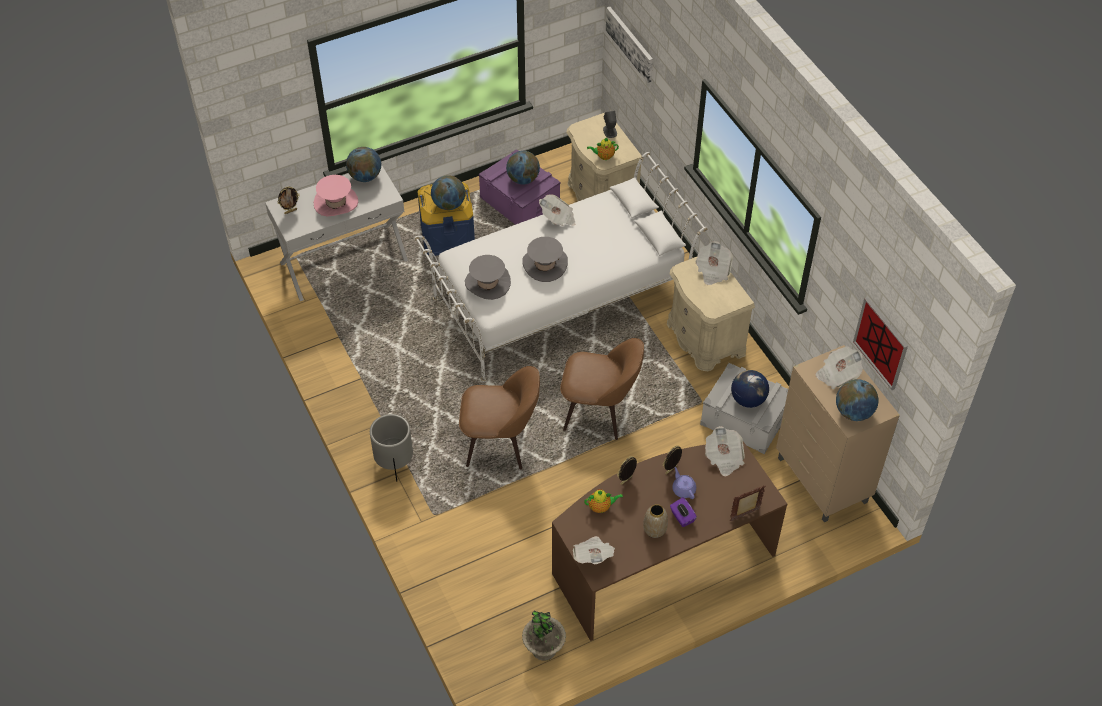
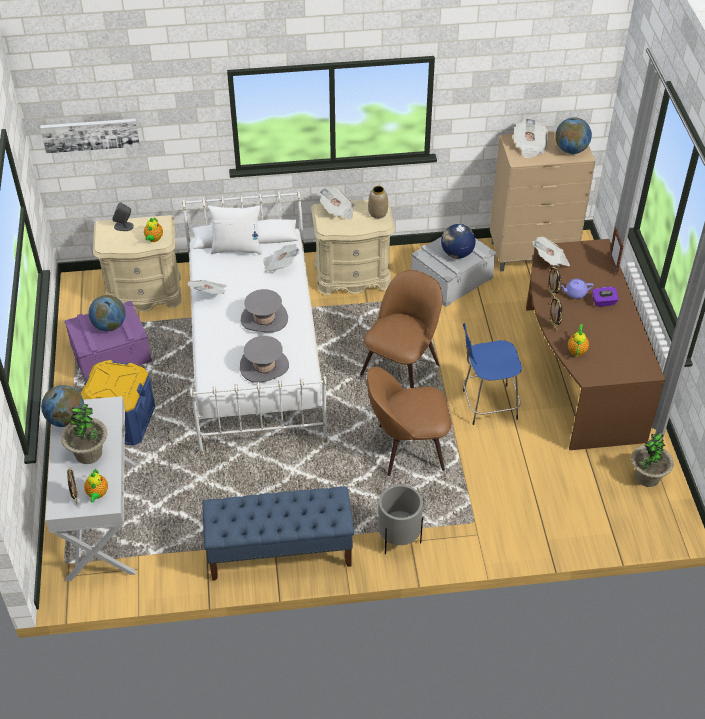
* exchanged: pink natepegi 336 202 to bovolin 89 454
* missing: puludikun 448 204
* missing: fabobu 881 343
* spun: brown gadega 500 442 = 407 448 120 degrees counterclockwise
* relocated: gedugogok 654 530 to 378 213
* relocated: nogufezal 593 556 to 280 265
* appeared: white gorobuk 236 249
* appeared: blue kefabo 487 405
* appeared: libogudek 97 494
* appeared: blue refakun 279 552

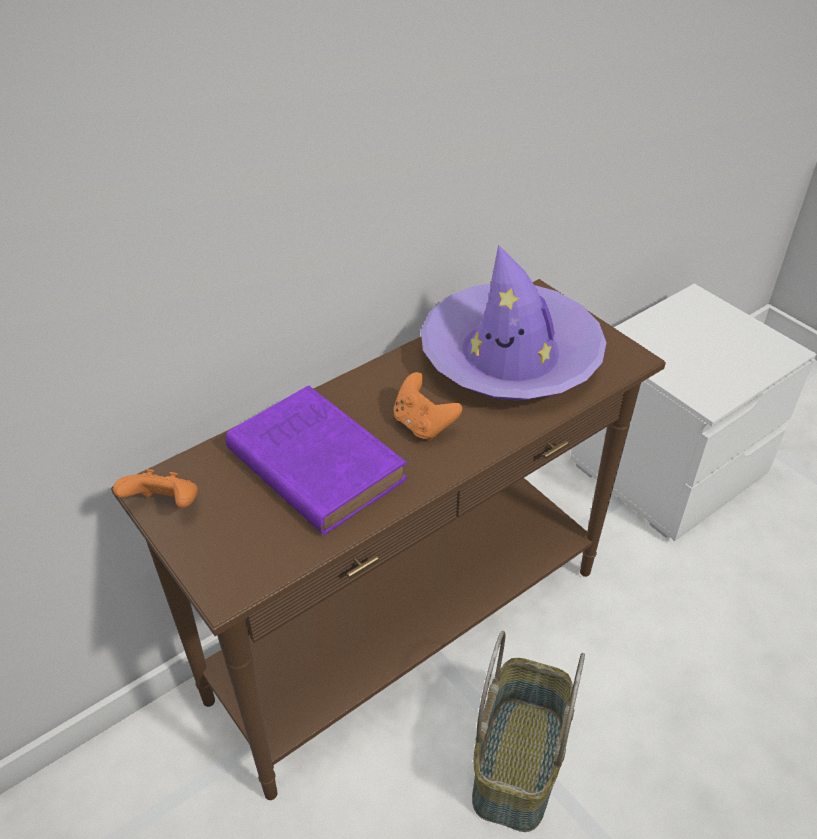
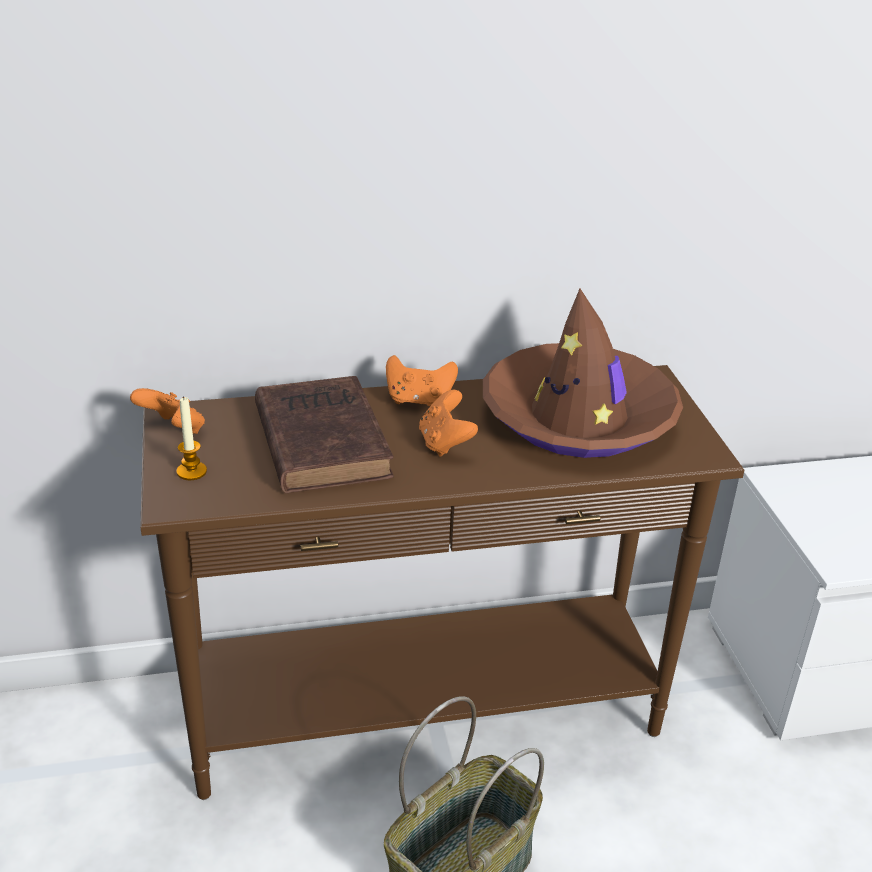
* colour: purple natepegi 511 357 to brown natepegi 579 417
* colour: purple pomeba 313 462 to brown pomeba 321 440
* appeared: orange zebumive 419 401
* appeared: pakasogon 191 471

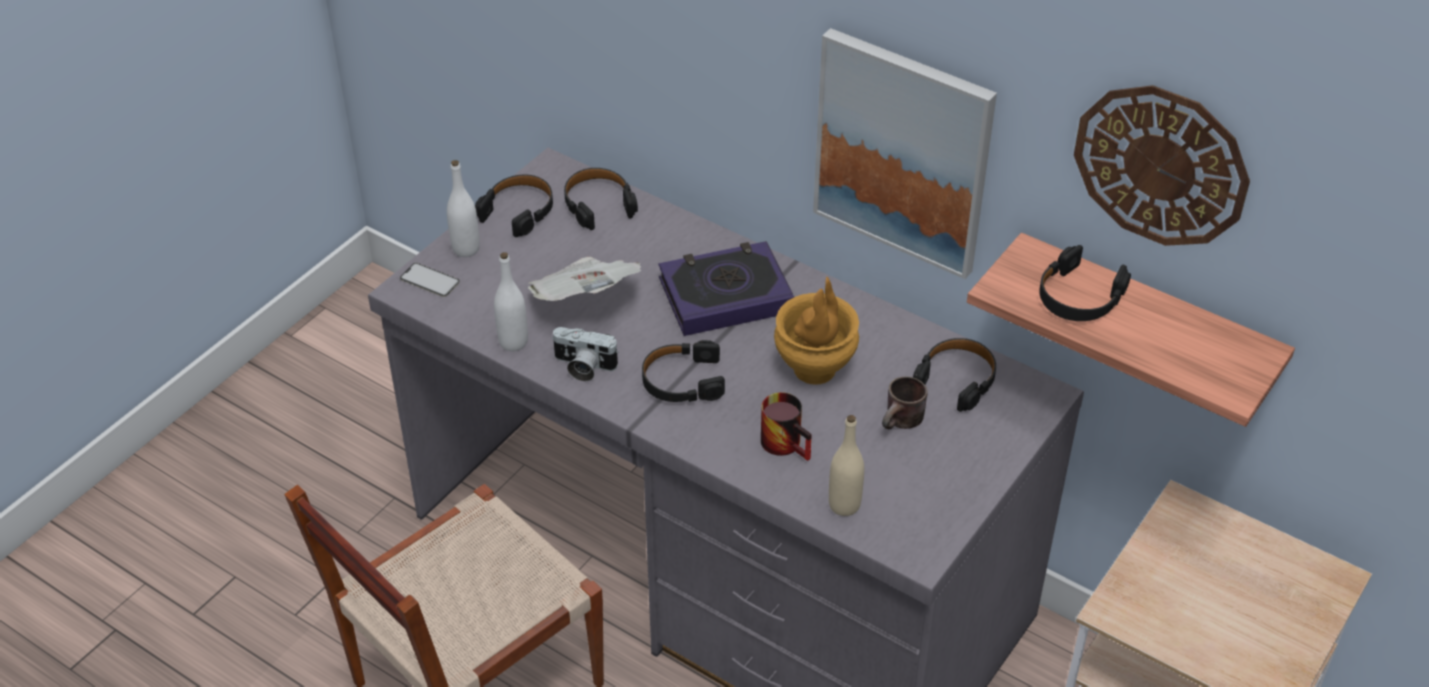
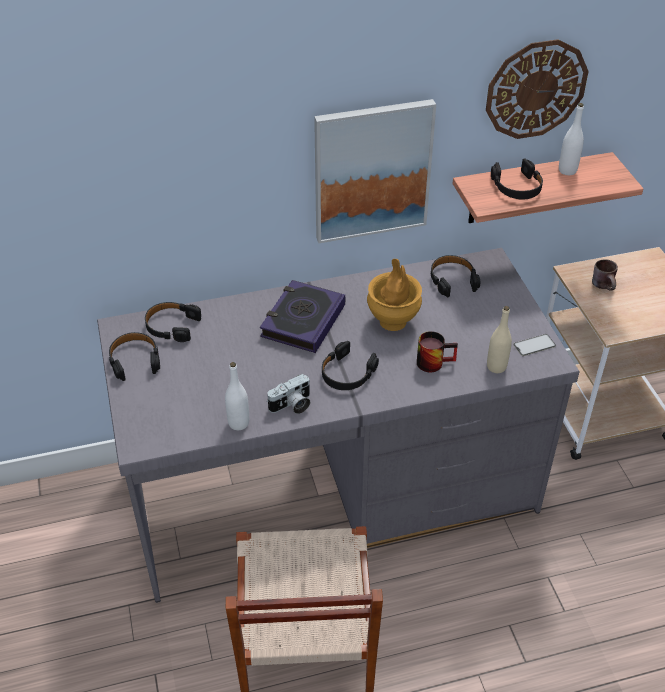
* relocated: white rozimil 466 249 to 567 170
* missing: nogufezal 585 300
* relocated: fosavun 429 280 to 534 345
* relocated: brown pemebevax 903 423 to 605 286

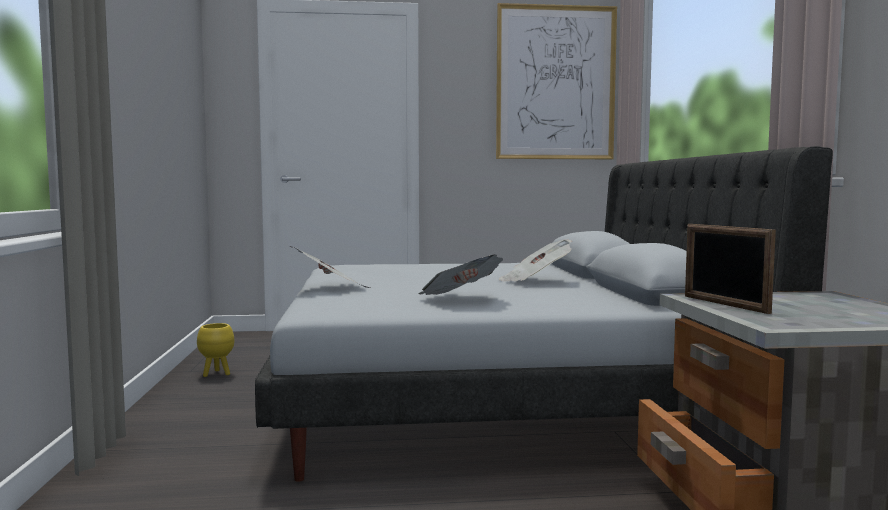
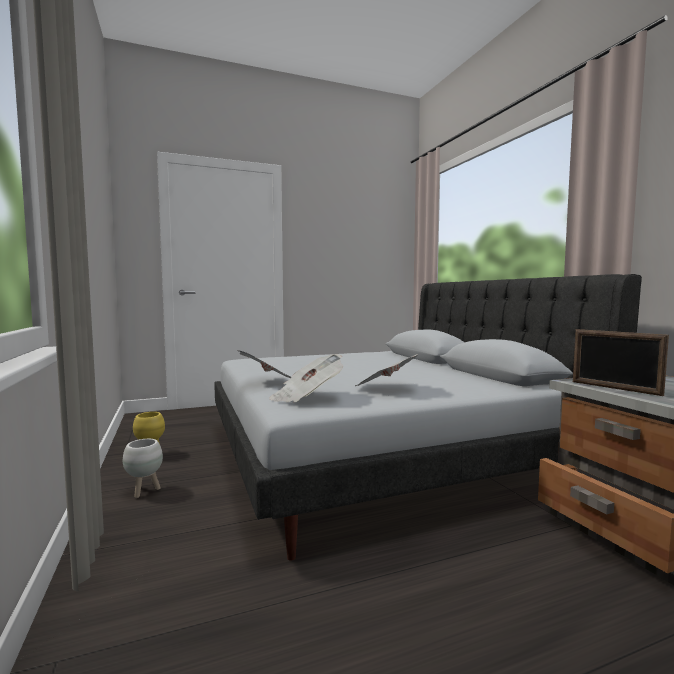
* missing: fabobu 555 83
* relocated: nogufezal 535 280 to 306 397
* appeared: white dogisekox 144 491

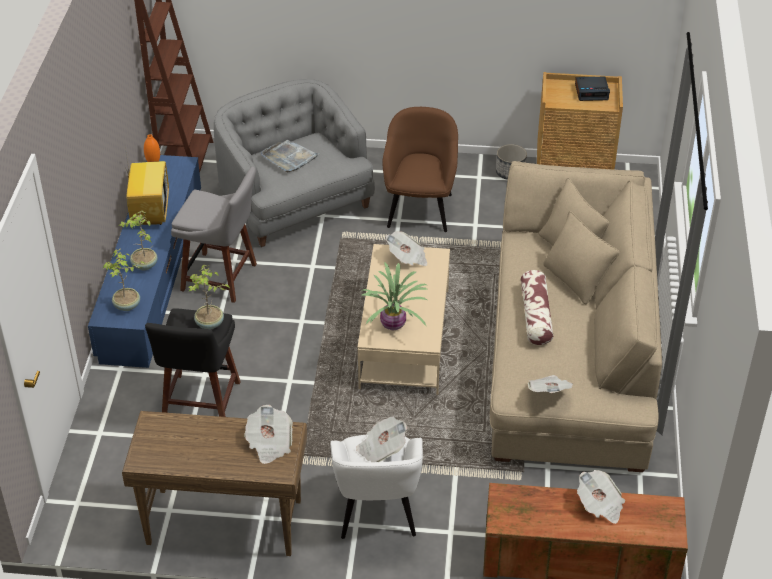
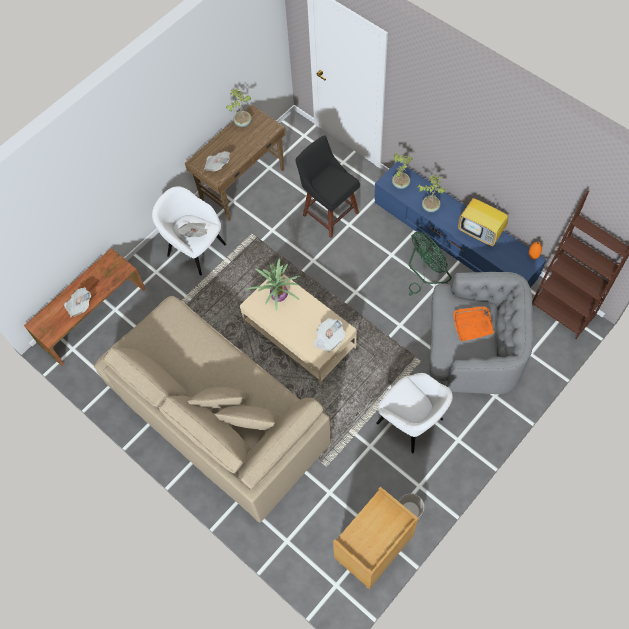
* missing: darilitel 592 92
* colour: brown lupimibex 420 209 to white lupimibex 411 422
* colour: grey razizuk 289 157 to orange razizuk 472 324
* exchanged: grey kefabo 222 278 to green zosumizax 424 272
* relocated: bovolin 209 324 to 242 122
* missing: gorobuk 535 316
* missing: nogufezal 549 393

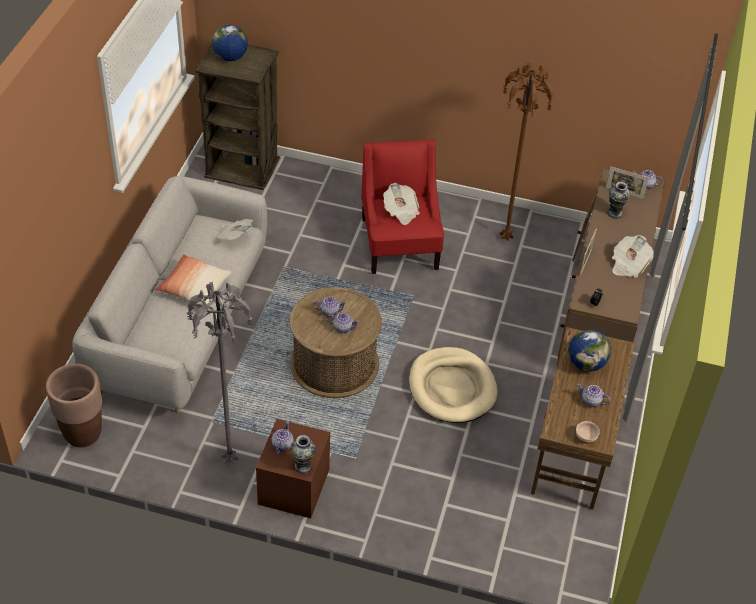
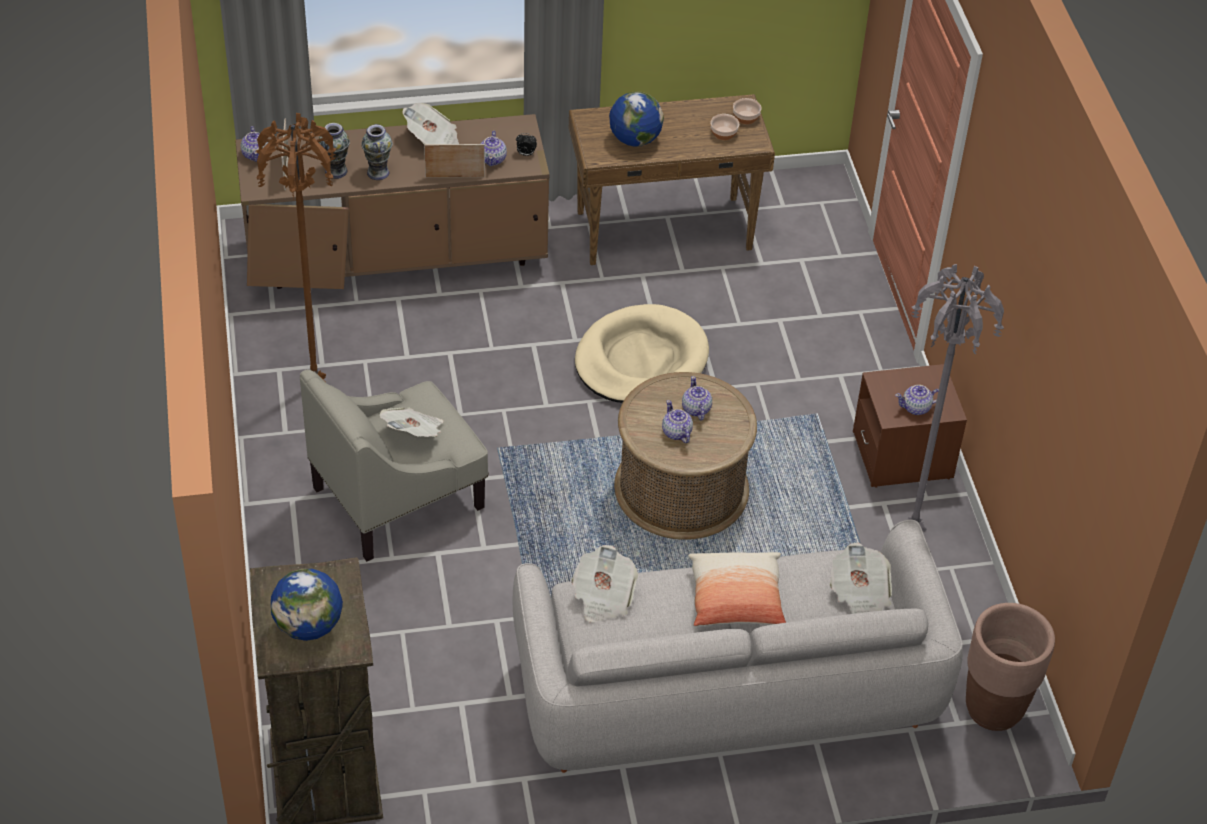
* colour: red lupimibex 400 244 to grey lupimibex 399 497
* relocated: libogudek 591 401 to 493 159
* relocated: gedugogok 303 466 to 377 172
* appeared: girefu 724 133
* appeared: nogufezal 859 594

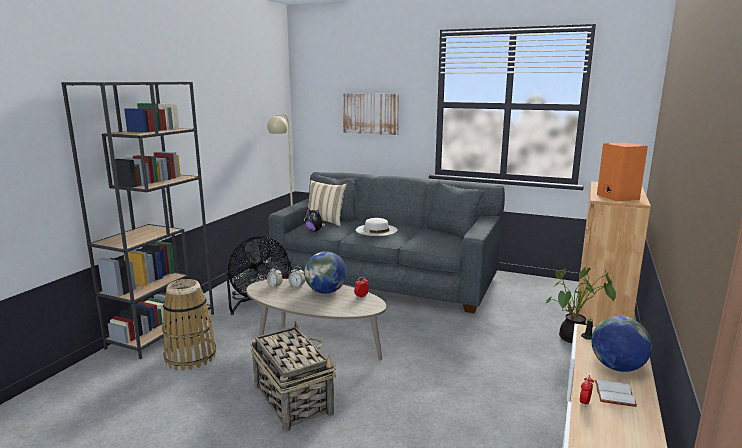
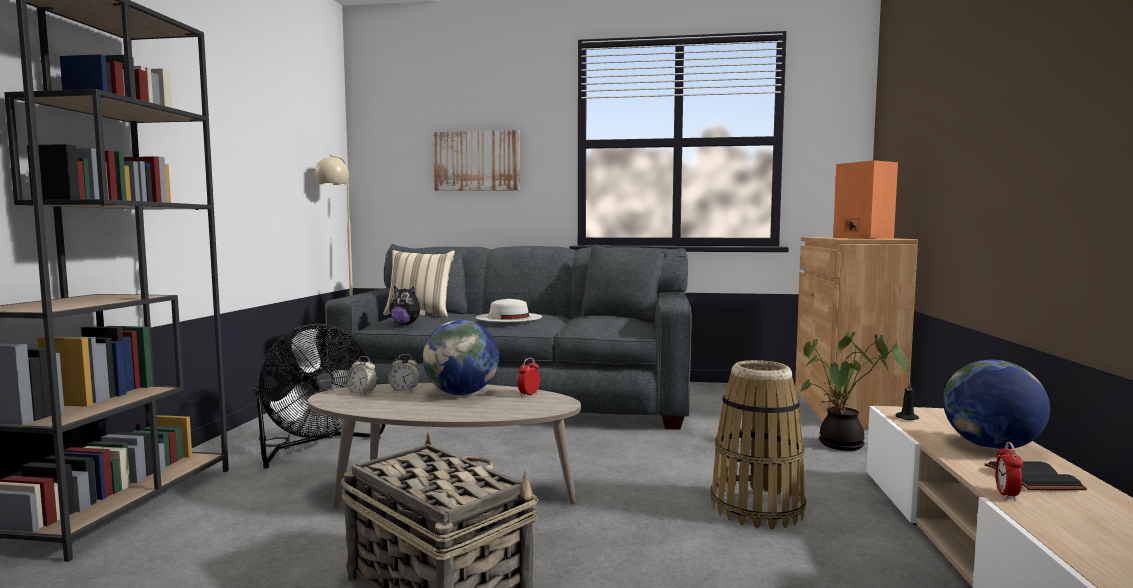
* relocated: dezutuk 191 357 to 757 507
* colour: white pomeba 616 395 to black pomeba 1035 479

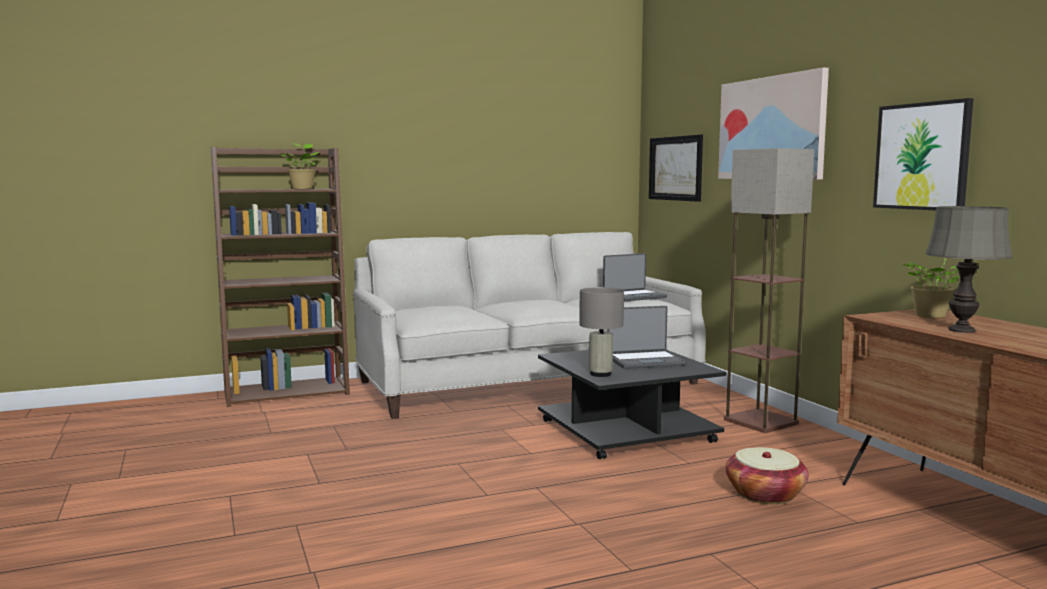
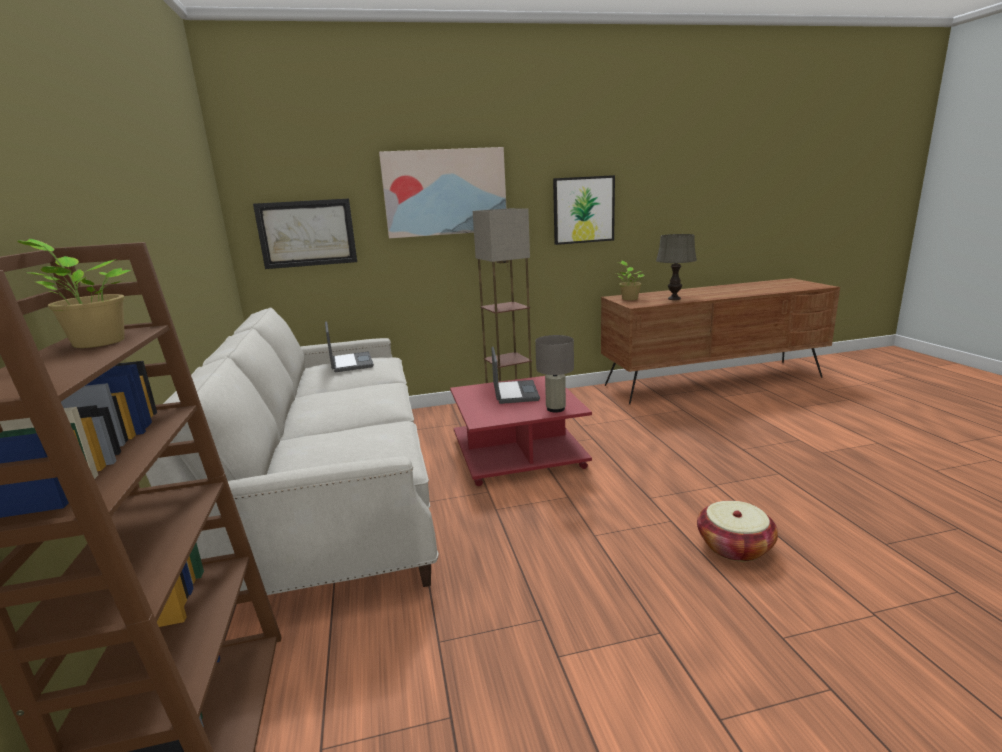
* colour: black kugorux 627 430 to red kugorux 516 452
* relocated: dezutuk 765 494 to 734 546

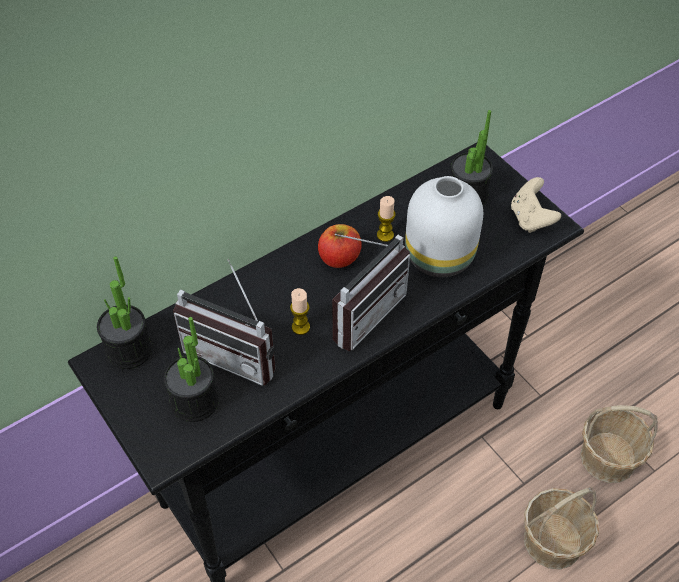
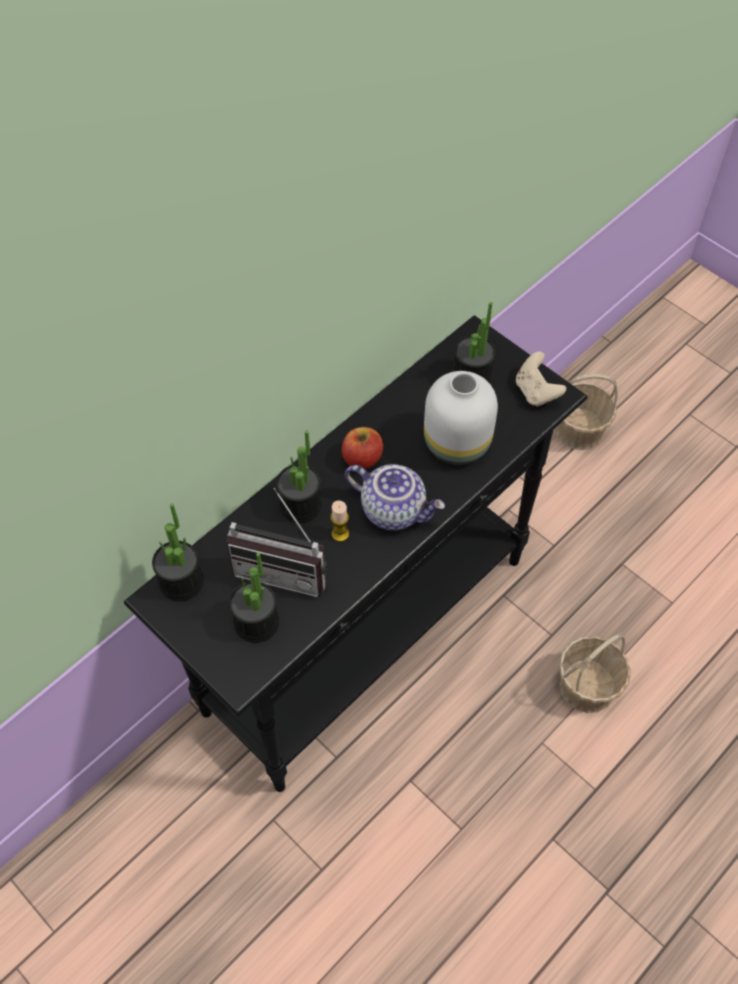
* missing: pakasogon 385 235
* exchanged: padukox 361 311 to libogudek 394 509
* relocated: dezutuk 608 458 to 579 430
* appeared: bovolin 300 505

